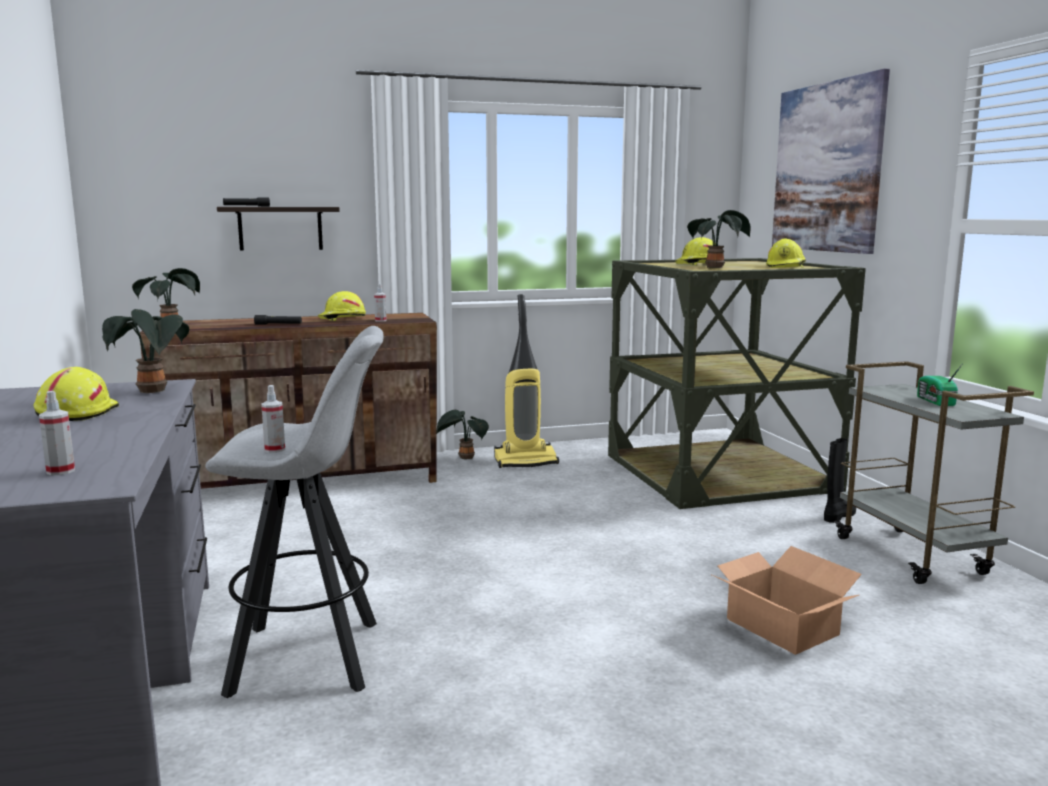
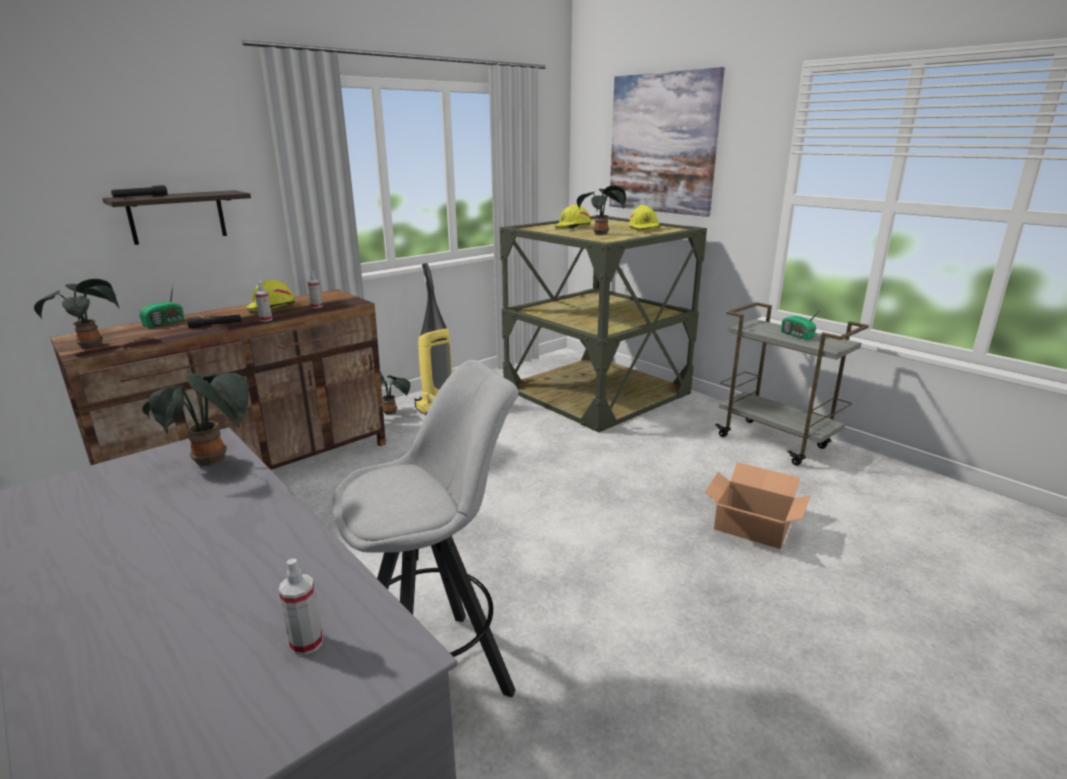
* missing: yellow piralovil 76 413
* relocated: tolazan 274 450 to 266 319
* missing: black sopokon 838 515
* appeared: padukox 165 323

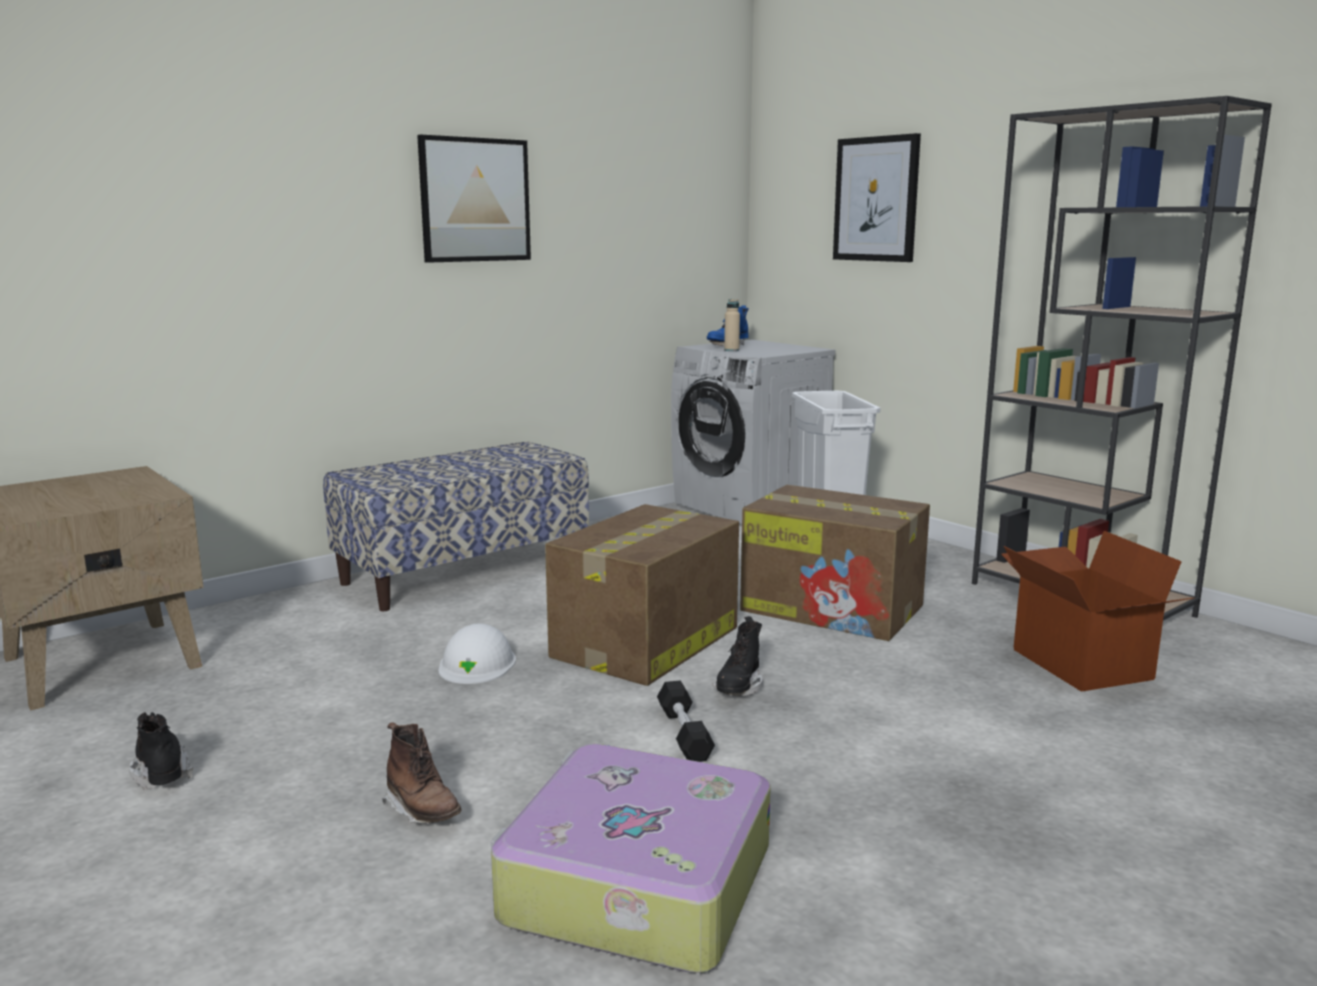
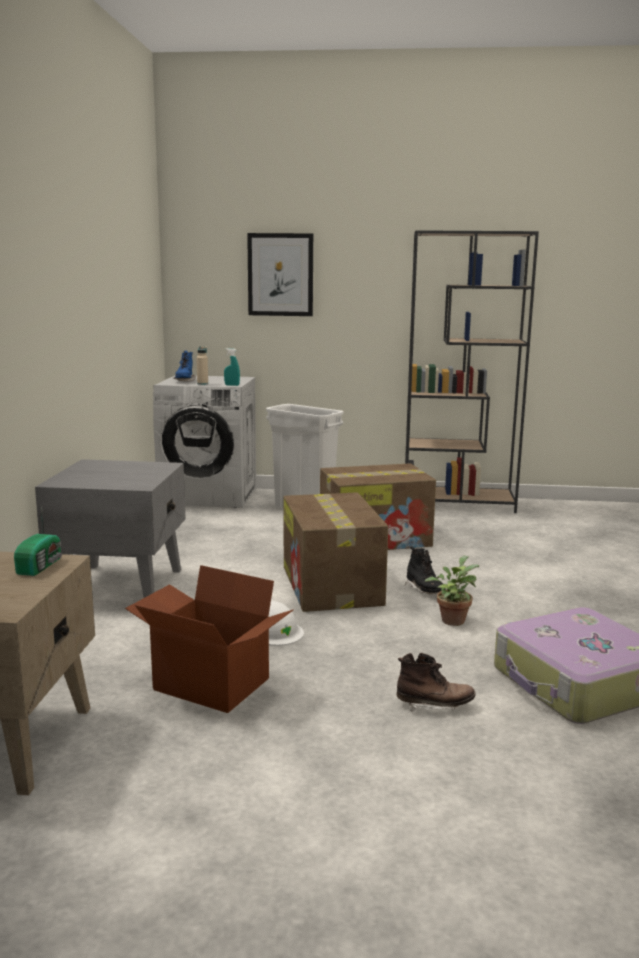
* missing: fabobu 475 200
* exchanged: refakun 464 572 to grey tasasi 120 585
* relocated: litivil 1079 664 to 210 685
* exchanged: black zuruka 684 734 to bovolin 452 619
* missing: black sopokon 161 772
* appeared: turquoise tolazan 232 385
* appeared: padukox 41 566

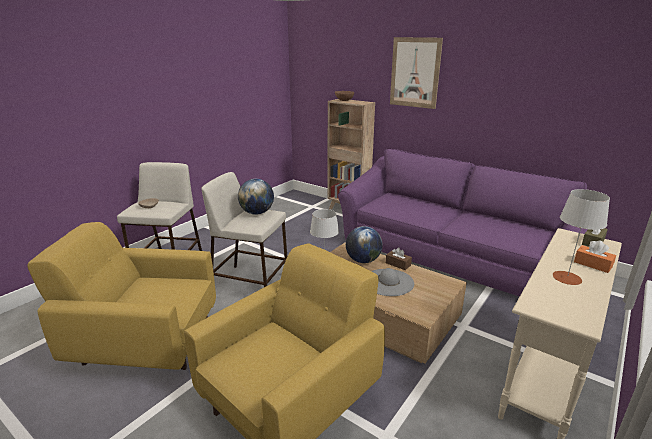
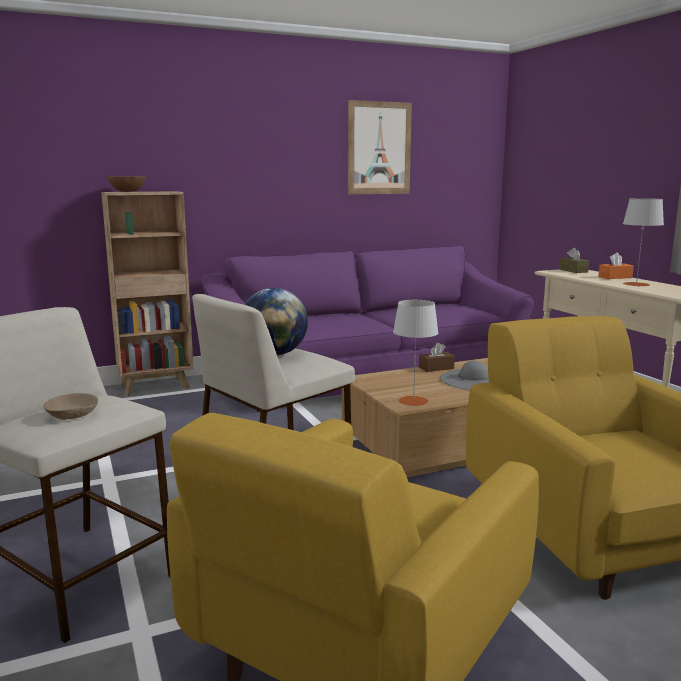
* relocated: fabobu 415 72 to 379 148
* missing: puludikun 363 260

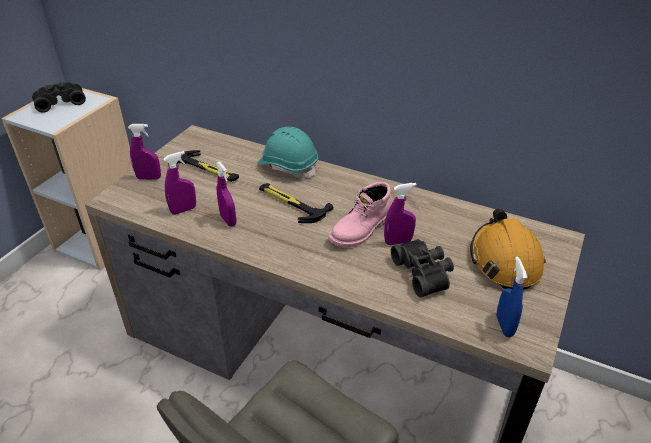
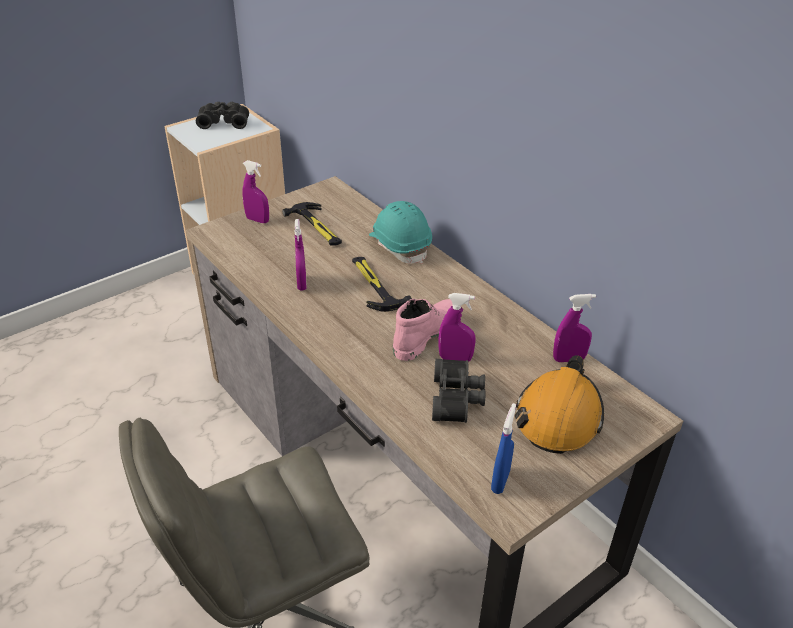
* relocated: purple tolazan 183 210 to 569 359
* spun: pink sopokon 361 230 = 425 334 150 degrees clockwise

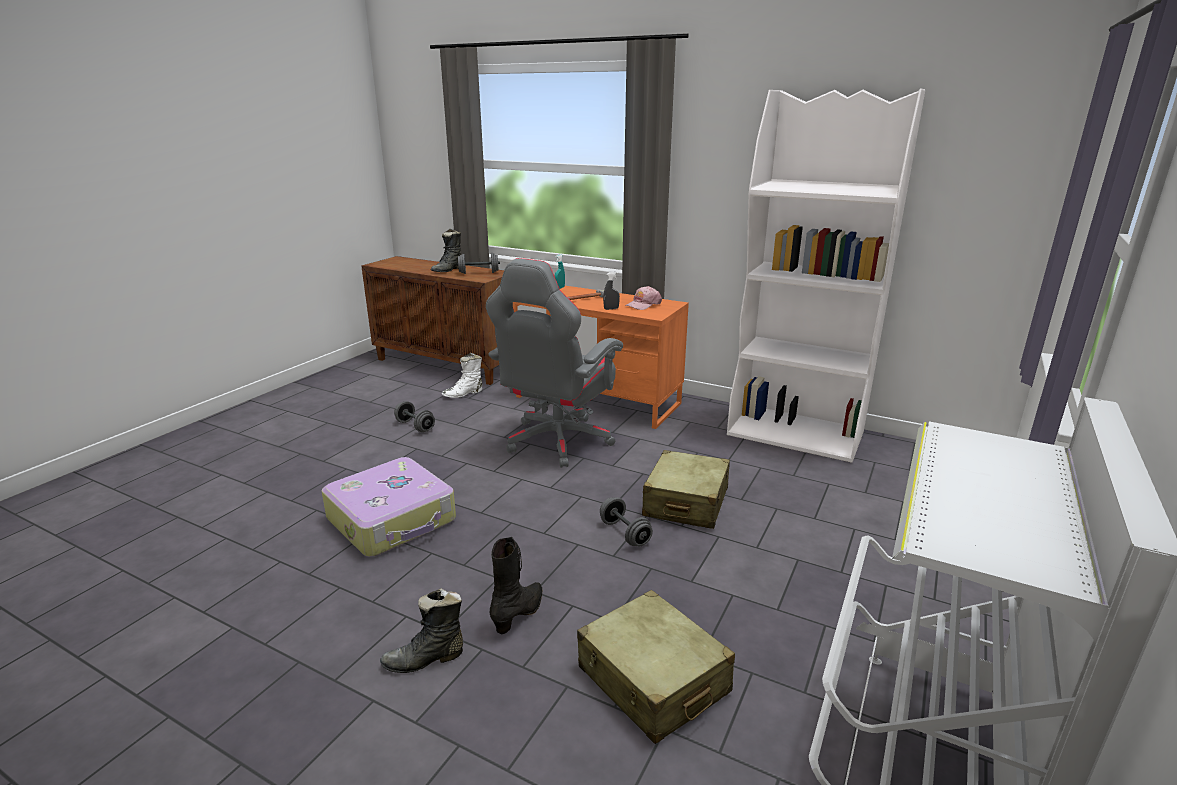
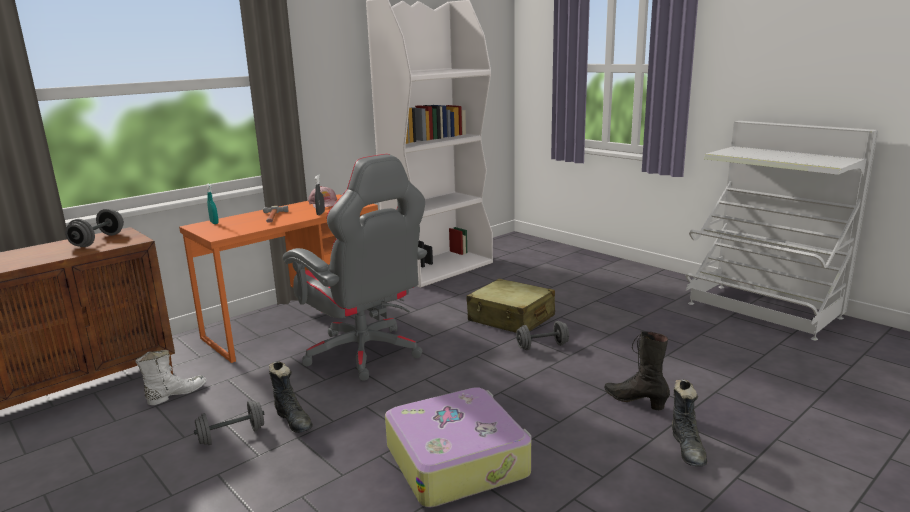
* relocated: black sopokon 448 270 to 293 420
* spun: white sopokon 464 394 = 175 394 120 degrees counterclockwise
* missing: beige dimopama 653 680

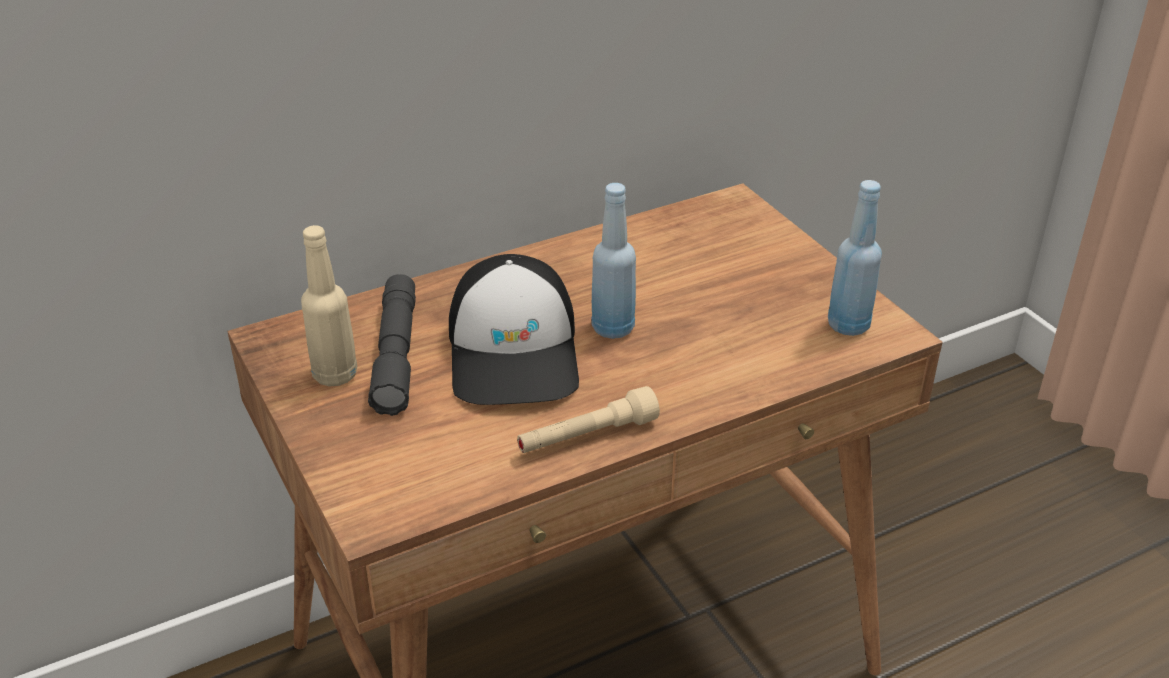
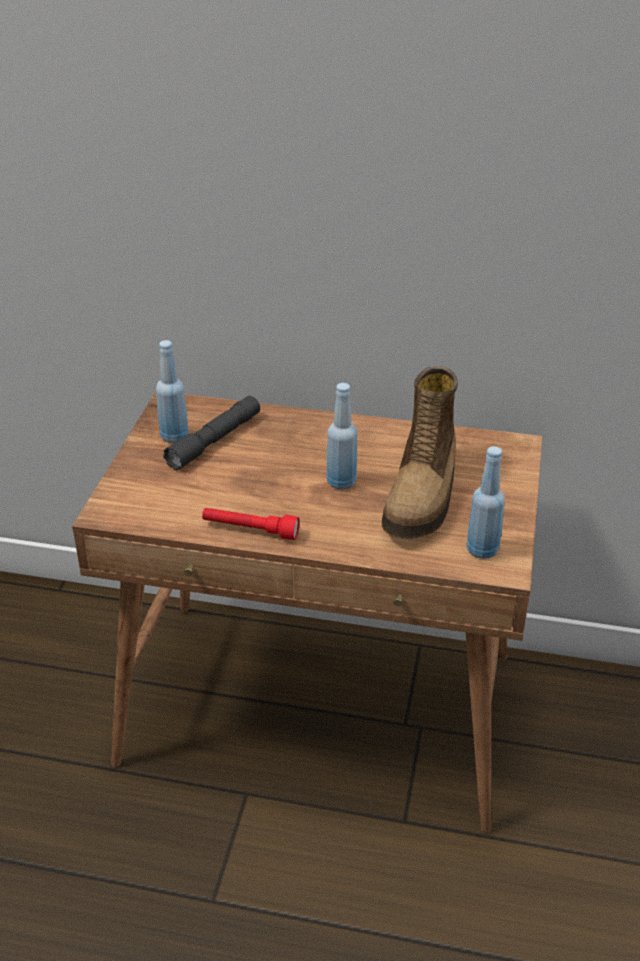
* colour: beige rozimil 334 375 to blue rozimil 174 436
* missing: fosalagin 515 353
* colour: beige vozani 587 436 to red vozani 250 530
* appeared: sopokon 423 497

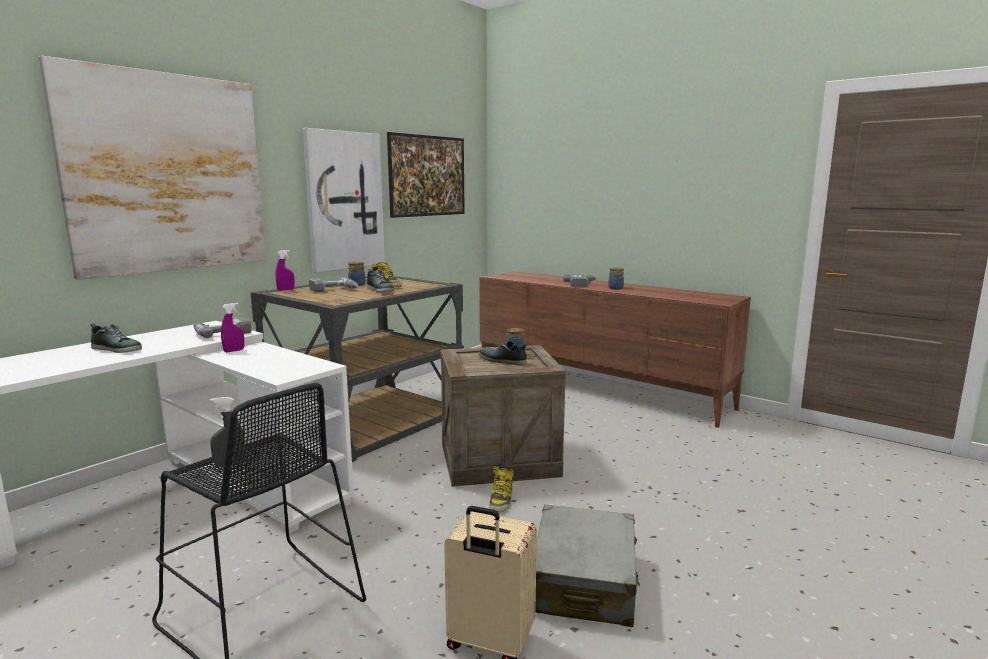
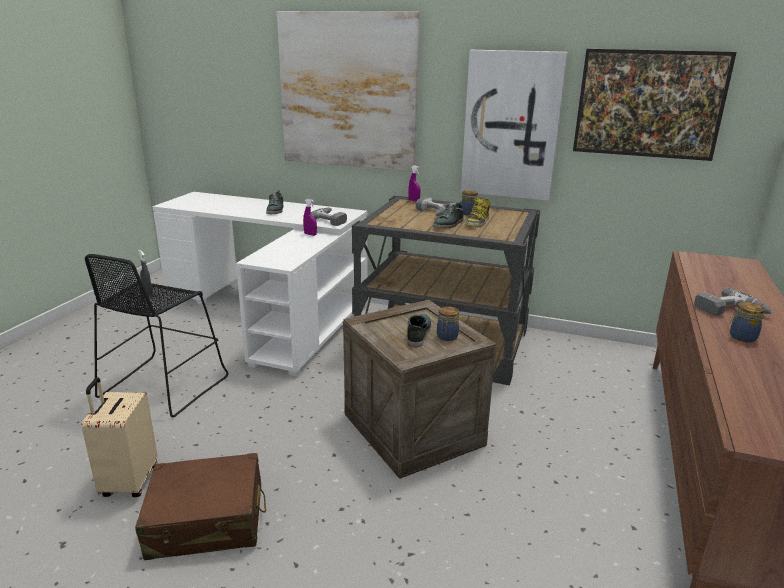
* missing: sopokon 501 499
* colour: grey dimopama 584 581 to brown dimopama 207 521

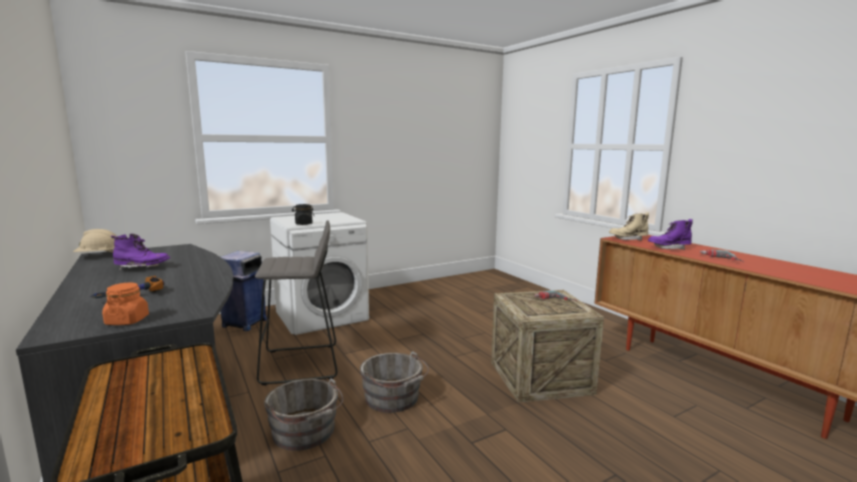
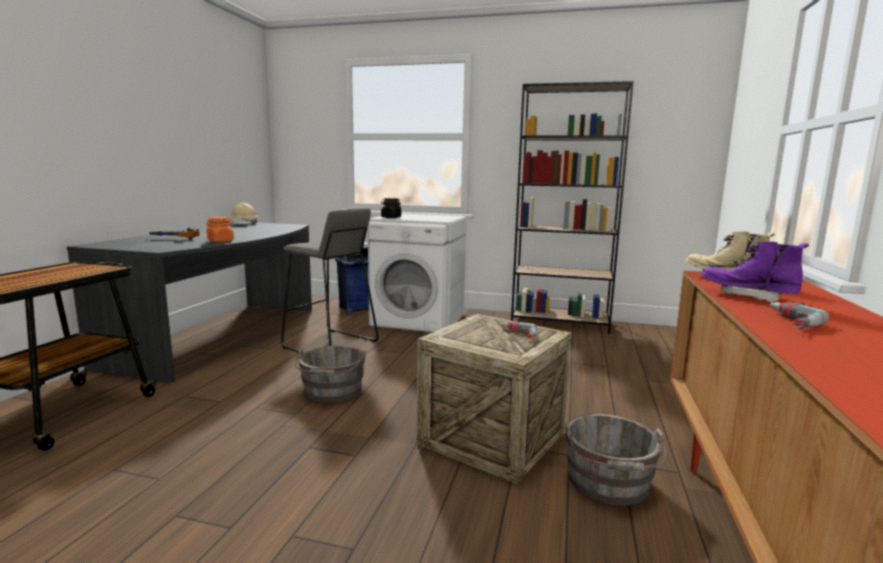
* missing: purple sopokon 142 268
* relocated: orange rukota 127 320 to 221 241
* relocated: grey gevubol 305 433 to 609 483
* appeared: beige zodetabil 560 323

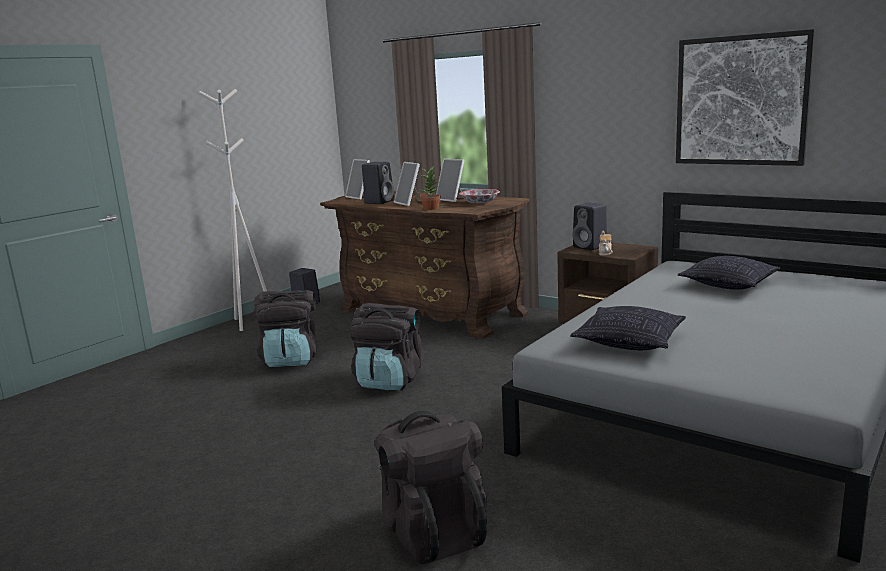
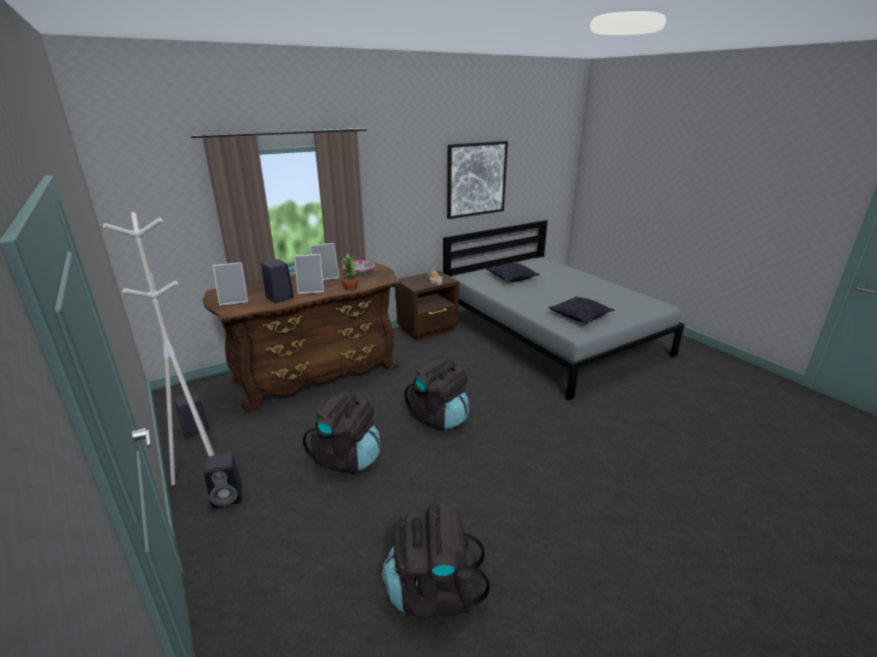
* relocated: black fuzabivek 591 247 to 228 496
* relocated: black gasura 433 531 to 433 591

